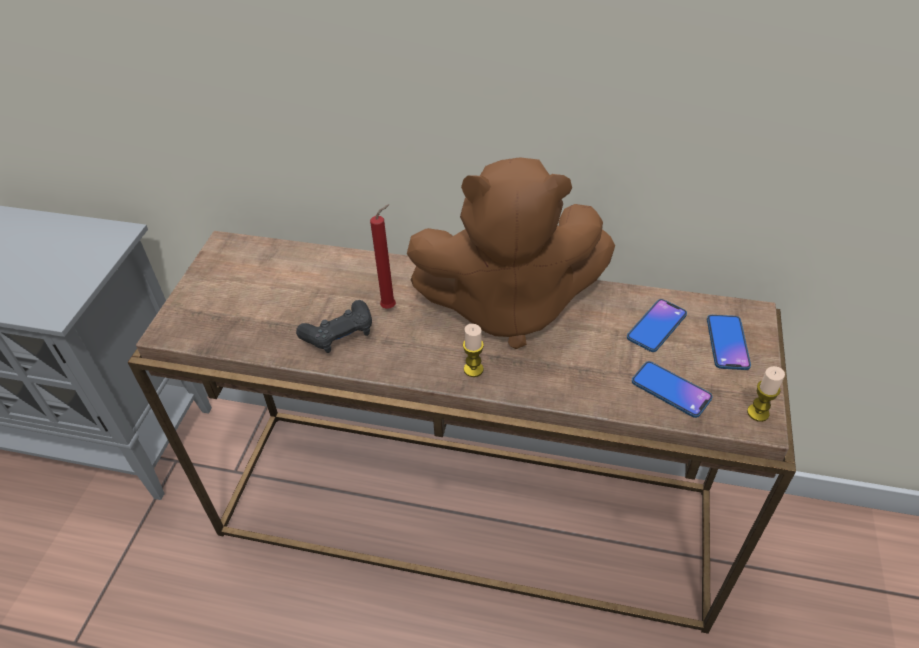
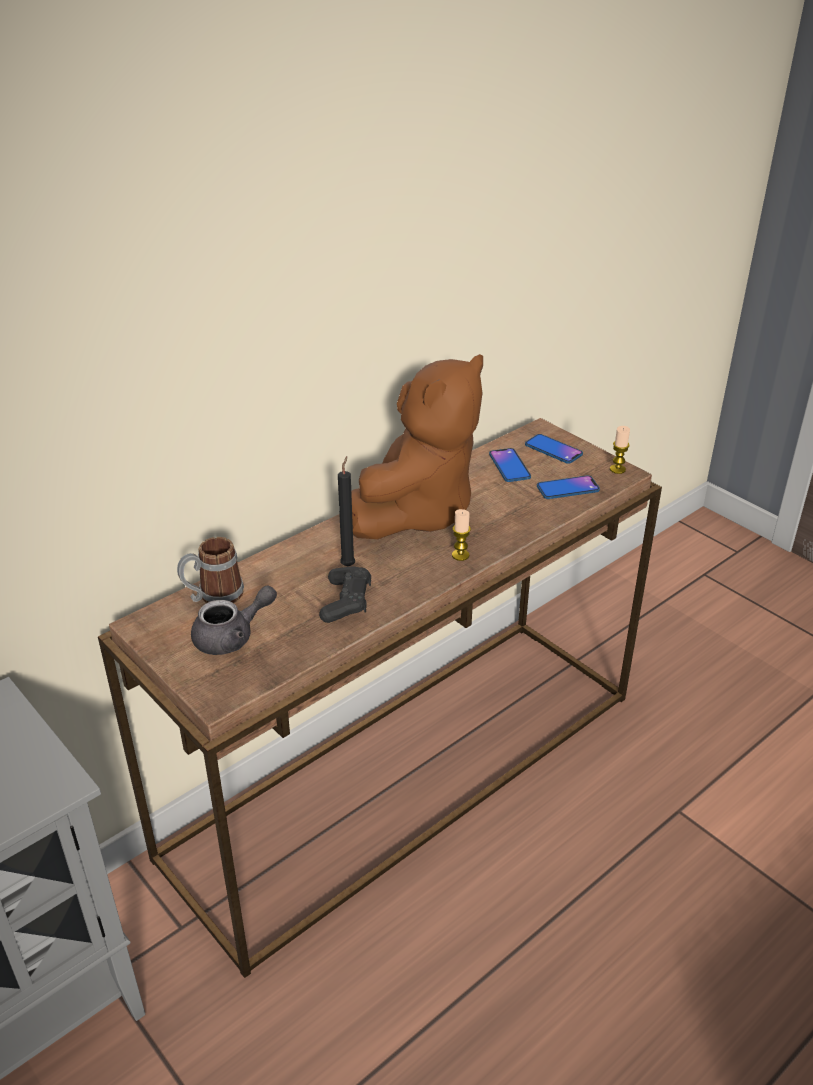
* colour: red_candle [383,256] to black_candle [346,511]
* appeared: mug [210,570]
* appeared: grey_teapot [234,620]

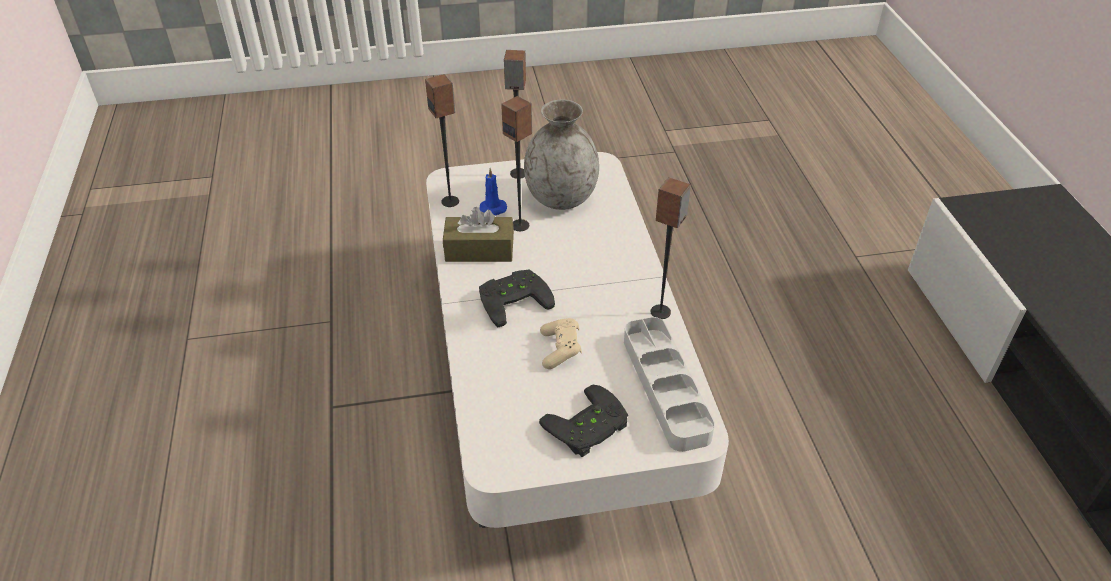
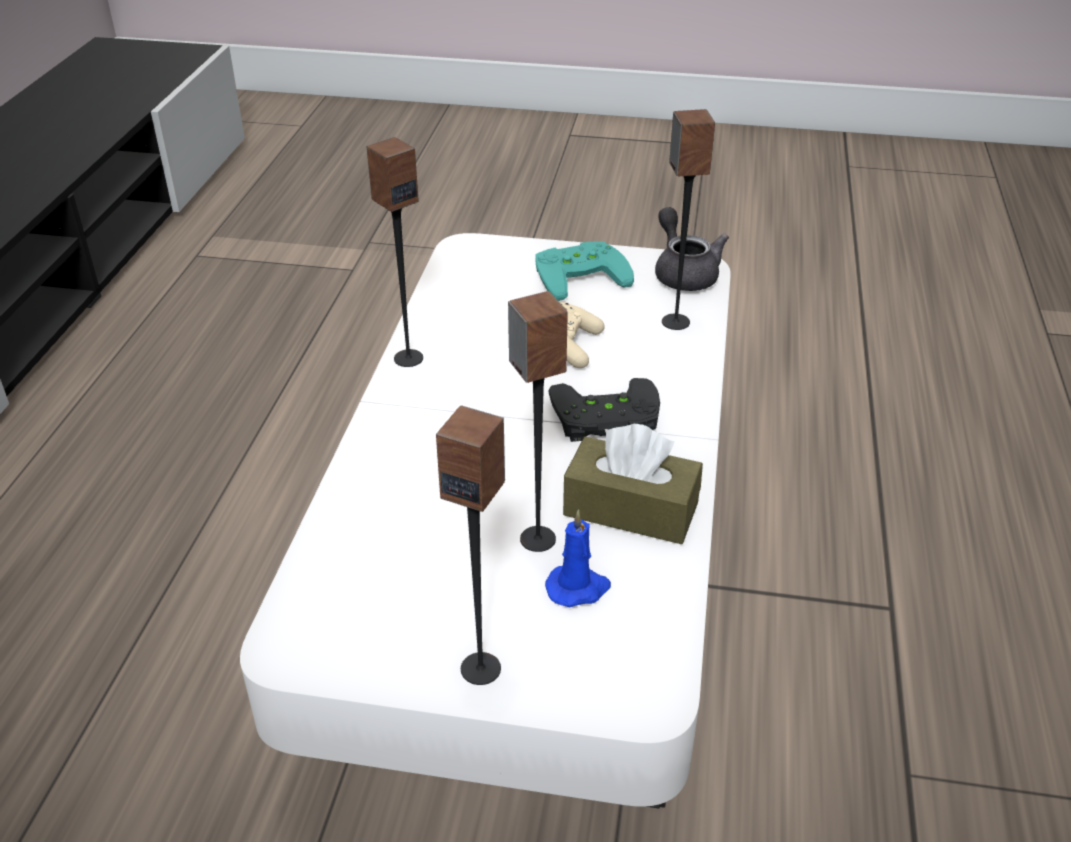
* relocated: speaker [442,140] to [688,219]
* missing: grey_vase [561,155]
* missing: grey_tray [669,384]
* colour: black_game_controller [583,421] to turquoise_game_controller [584,271]
* appeared: grey_teapot [692,249]

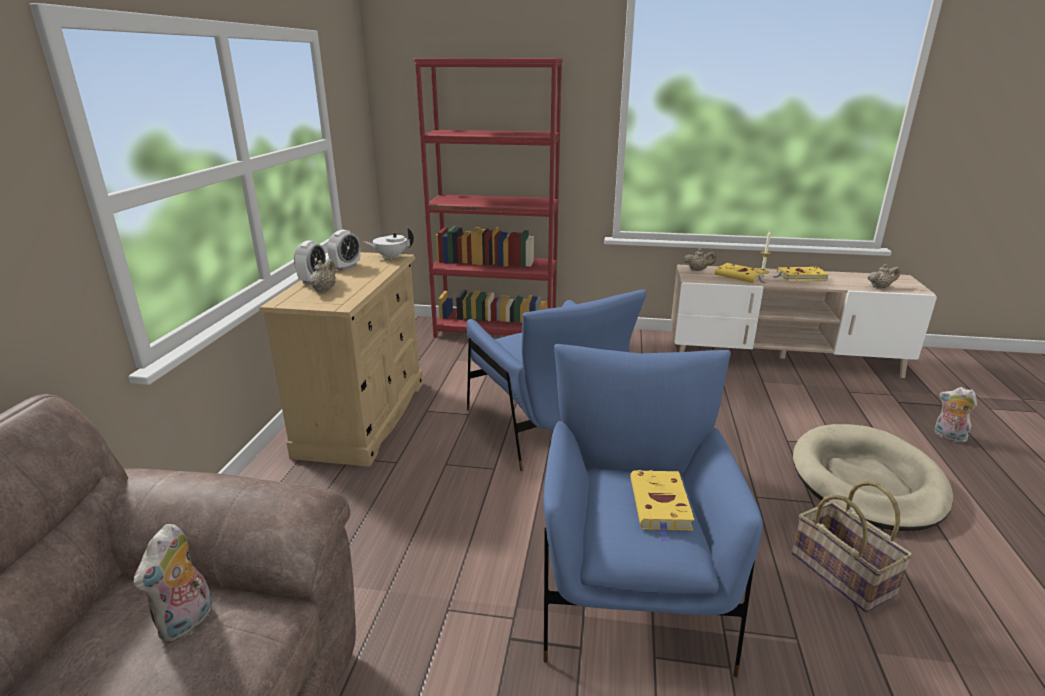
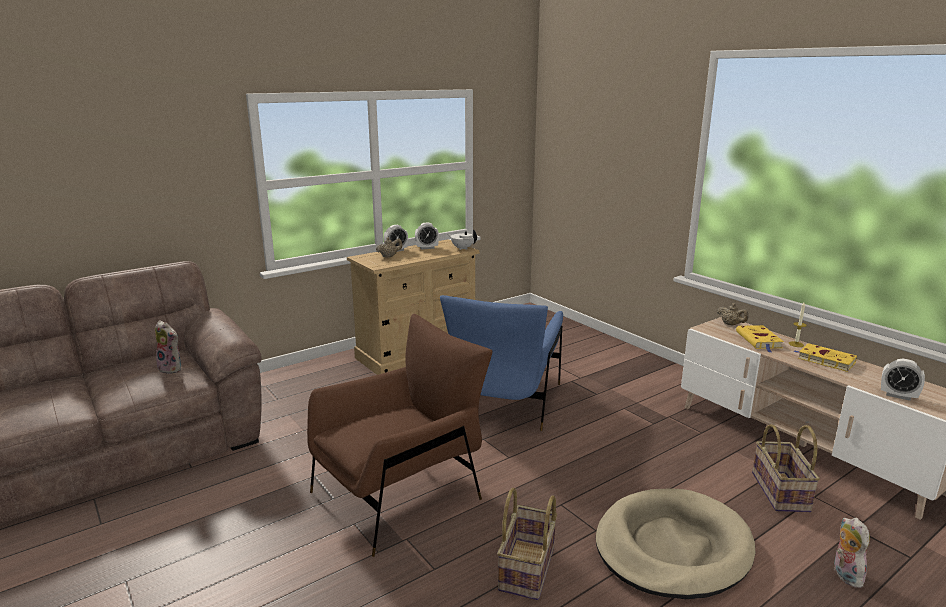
* missing: red_bookcase [488,198]
* exchanged: beige_teapot [884,276] to alarm_clock [903,380]
* colour: blue_armchair [653,511] to brown_armchair [399,435]
* missing: yellow_book [662,506]
* spun: plush_toy [173,583] = [168,347] 120 degrees counterclockwise
* appeared: basket [786,468]

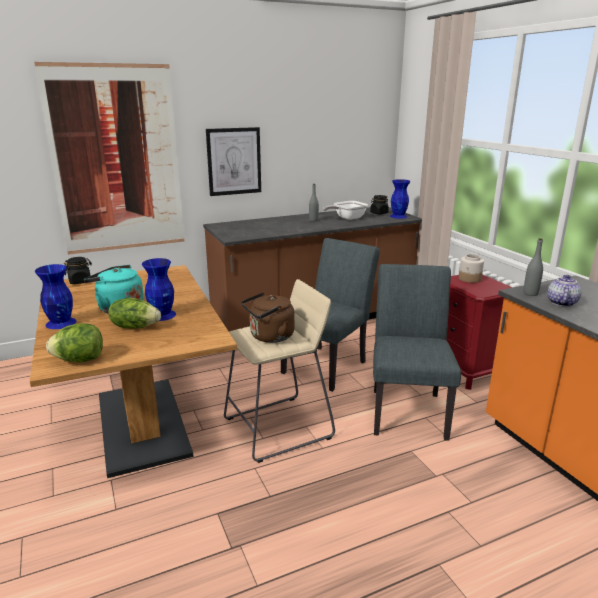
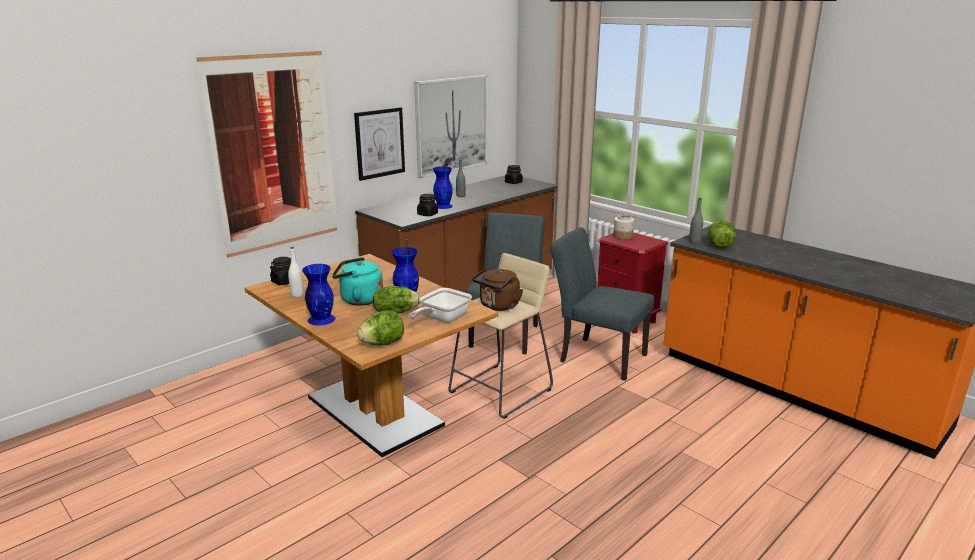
* relocated: blue_vase [400,199] to [443,187]
* relocated: frying_pan [345,210] to [441,305]
* spun: grey_chair [417,352] = [602,304] 45 degrees counterclockwise
* exchanged: teapot [564,291] to lettuce [722,234]
* appeared: picture [450,126]
* appeared: black_jar [427,205]
* appeared: white_bottle [296,272]

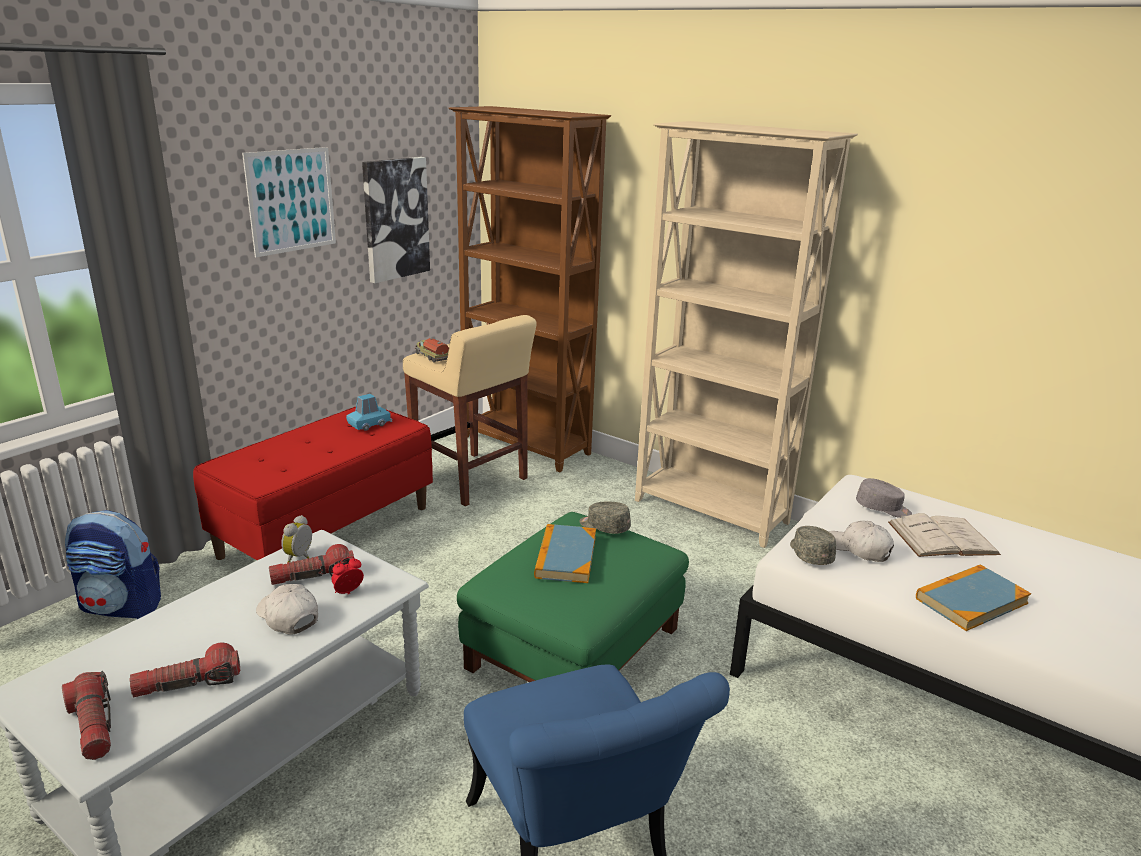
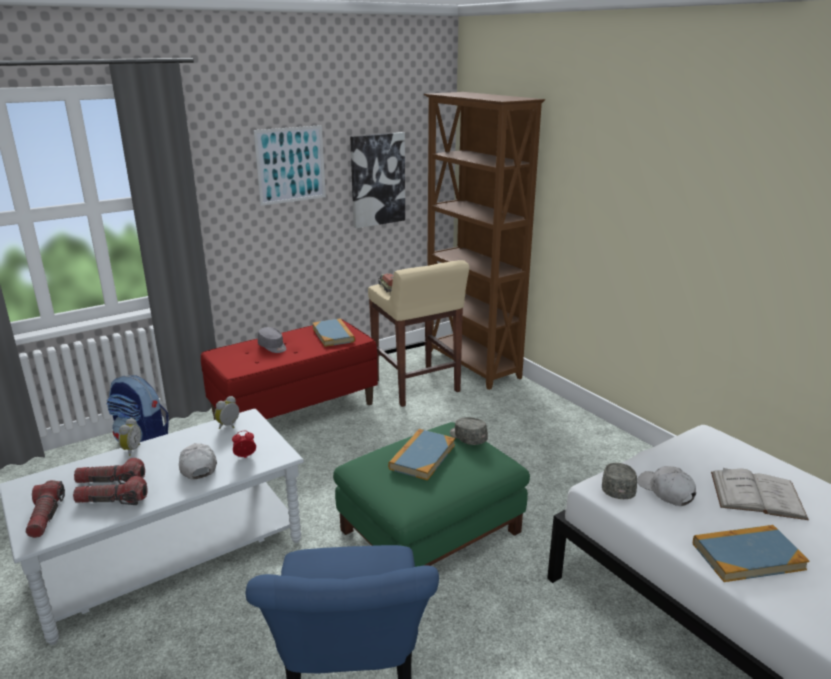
* missing: beige_bookcase [746,334]
* exchanged: blue_toy_car [369,412] to book [333,333]
* relocated: grey_cap [884,498] to [272,340]
* relocated: flashlight [311,564] to [109,471]
* appeared: alarm_clock [129,437]

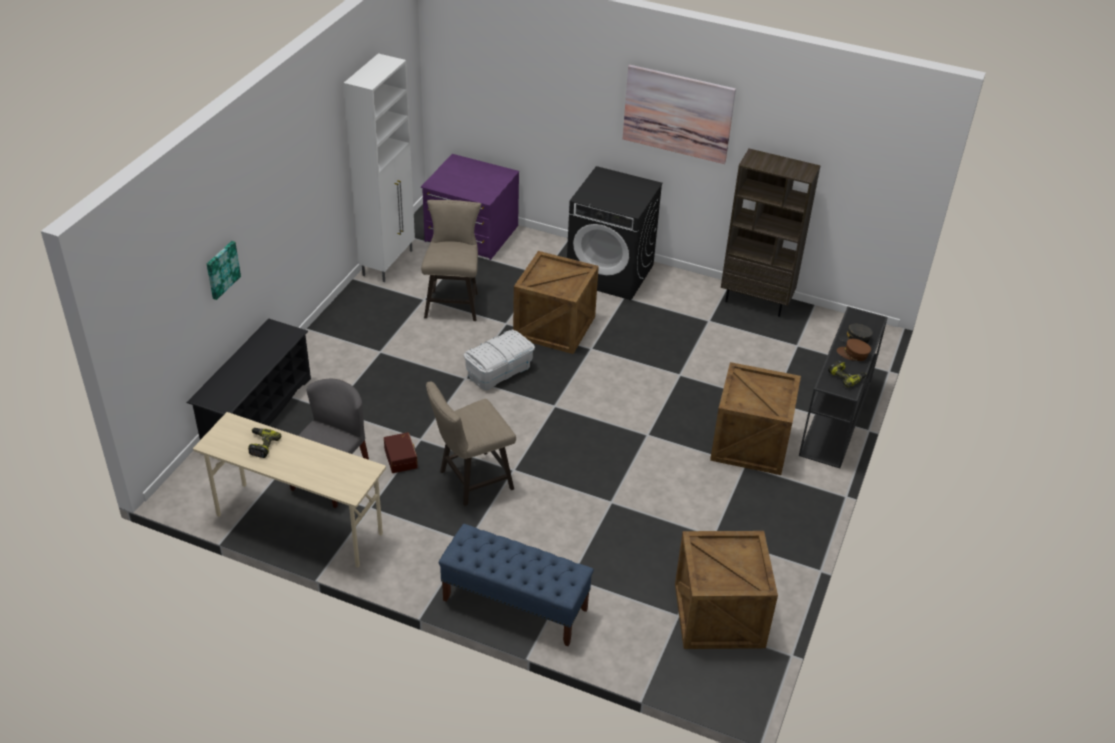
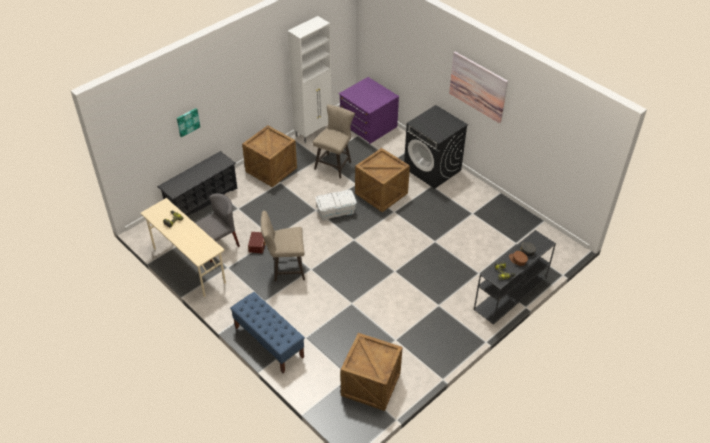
* missing: brown_bookcase [771,233]
* relocated: crate [755,418] to [269,156]

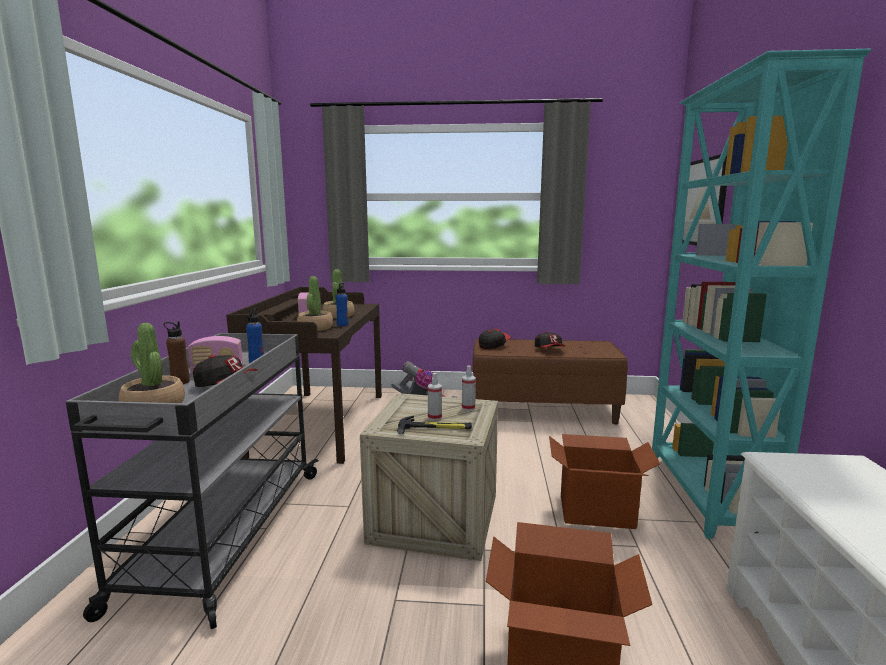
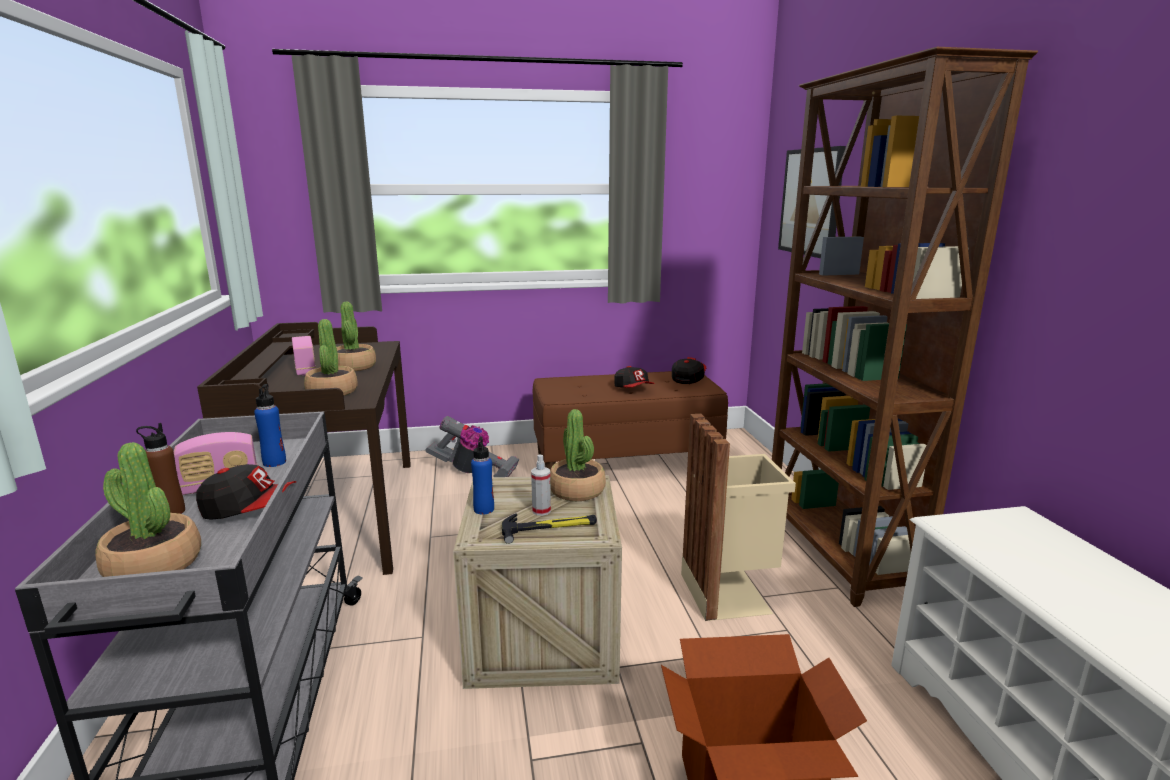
* colour: turquoise_bookcase [761,294] to brown_bookcase [905,327]
* relocated: blue_bottle [342,304] to [482,476]
* relocated: cap [495,338] to [689,370]
* exchanged: spray_bottle [469,388] to potted_plant [578,455]
* exchanged: cardboard_box [604,481] to beige_trash_can [738,517]

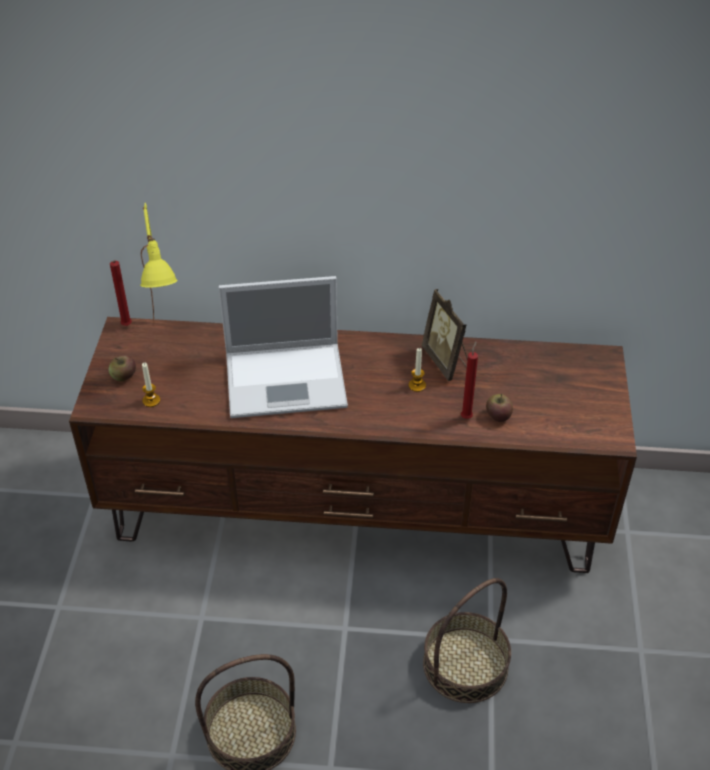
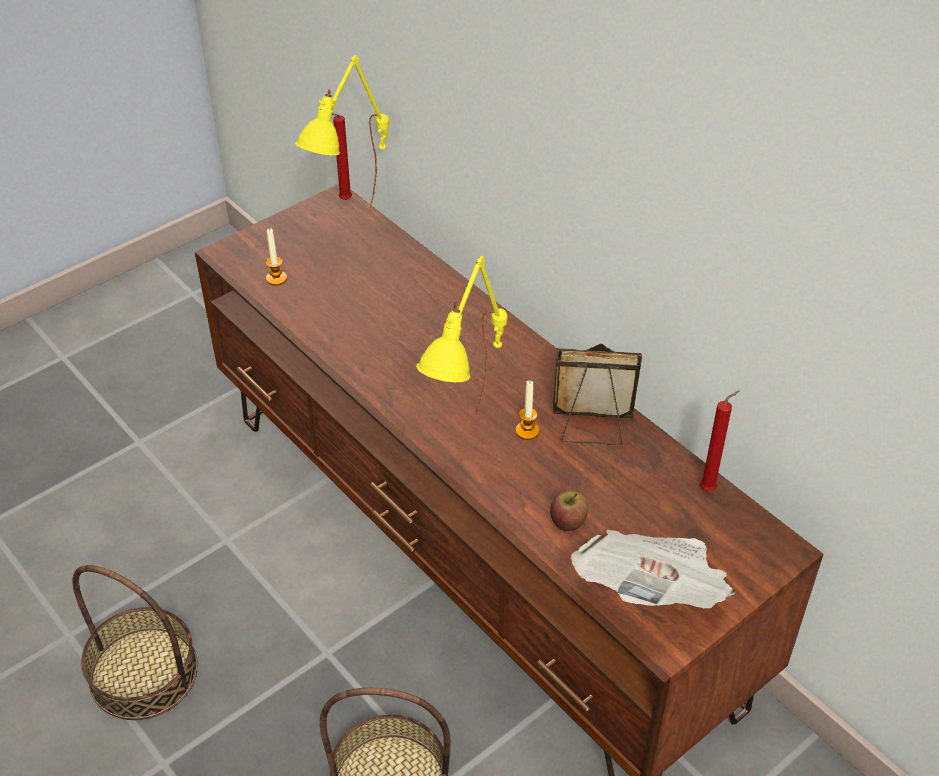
* missing: laptop [283,347]
* spun: picture_frame [445,335] = [597,394] 75 degrees clockwise
* relocated: red_candle [469,380] to [719,441]
* missing: apple [122,368]
* appeared: yellow_table_lamp [461,335]
* appeared: newspaper [653,569]

